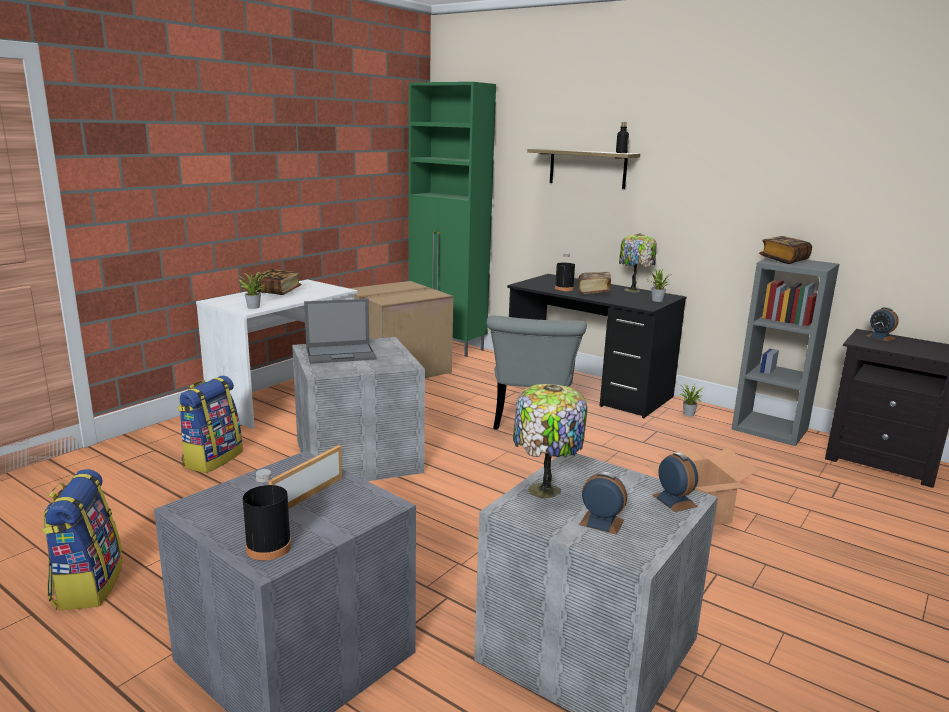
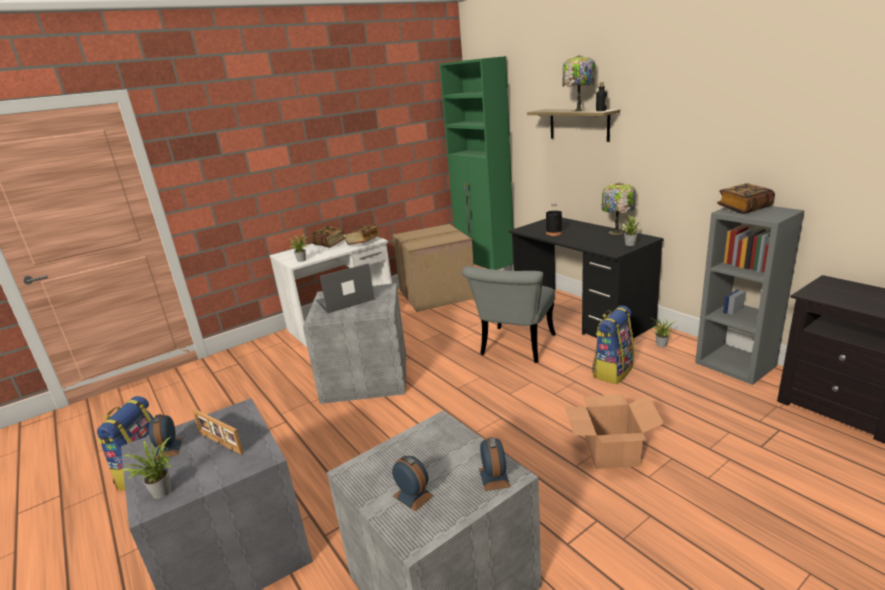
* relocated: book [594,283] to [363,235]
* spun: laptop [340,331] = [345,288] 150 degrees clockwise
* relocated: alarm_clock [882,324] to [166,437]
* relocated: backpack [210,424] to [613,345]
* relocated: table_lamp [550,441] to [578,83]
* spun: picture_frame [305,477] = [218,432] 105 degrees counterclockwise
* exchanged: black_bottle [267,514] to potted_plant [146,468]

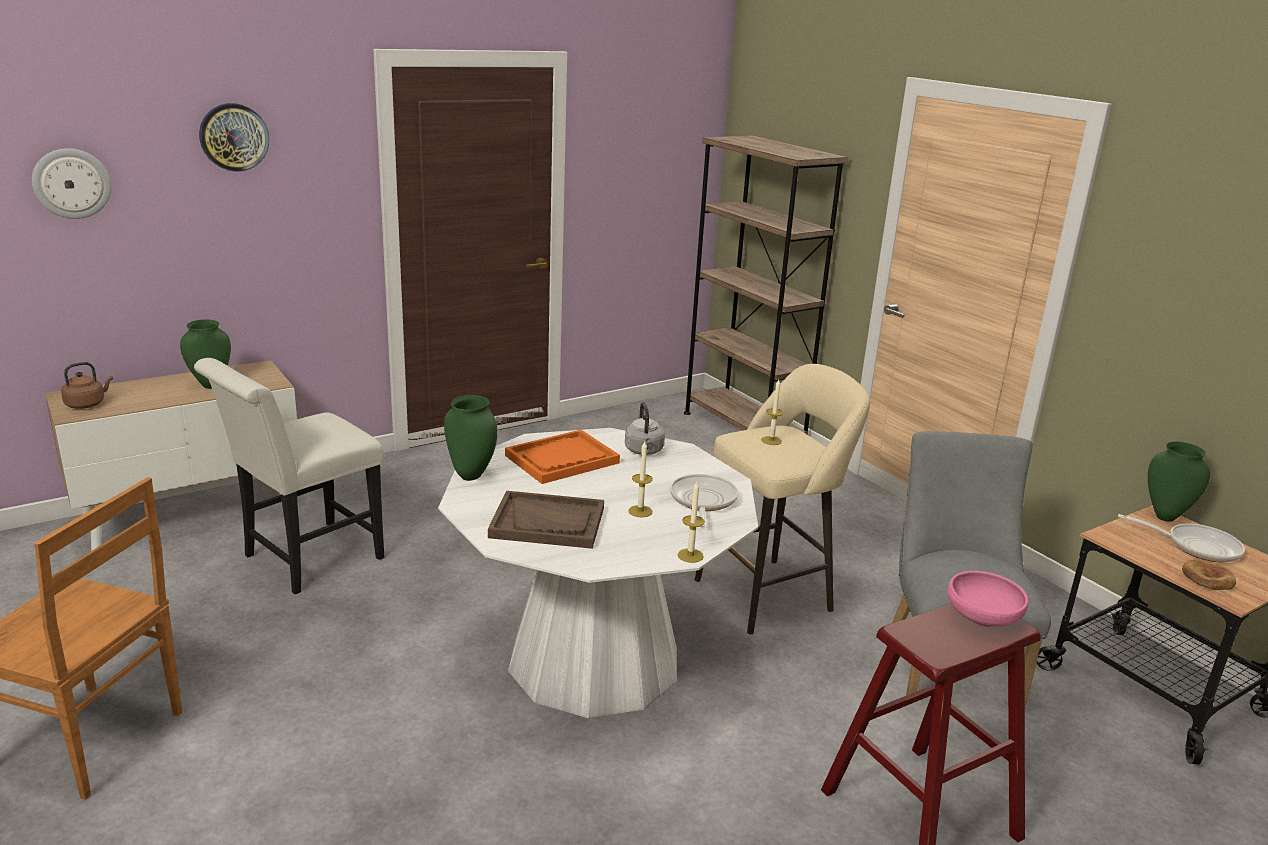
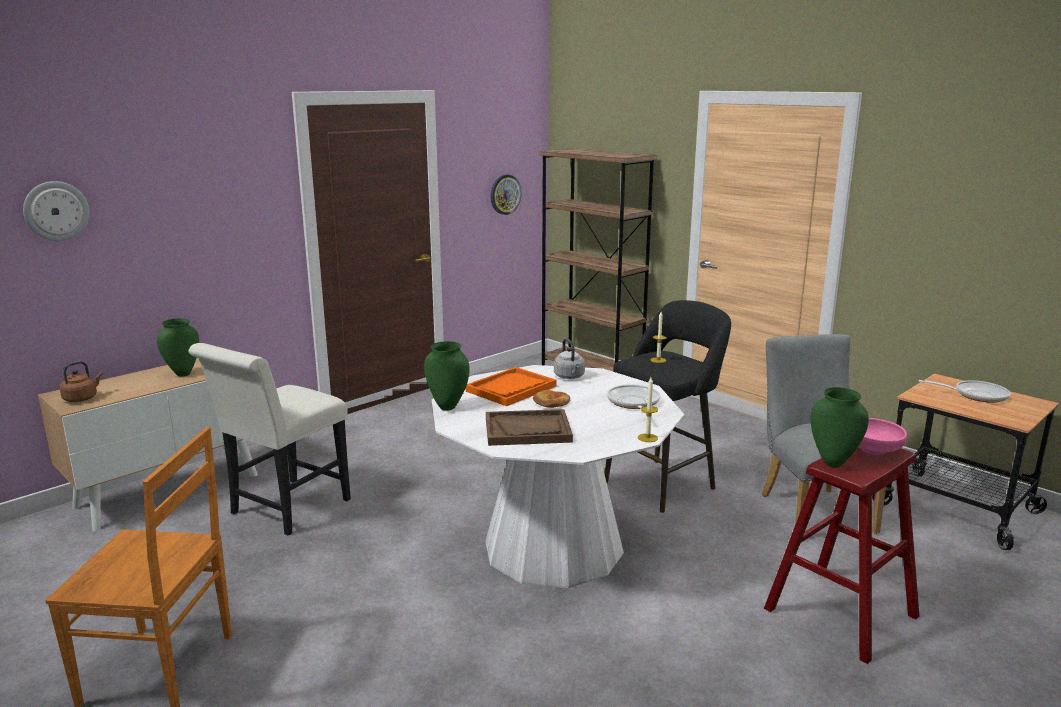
* relocated: wall_clock [234,137] to [506,194]
* colour: beige_stool [782,499] to black_stool [668,406]
* missing: candle [640,479]
* relocated: green_vase [1179,482] to [839,427]
* relocated: bread [1209,574] to [551,399]

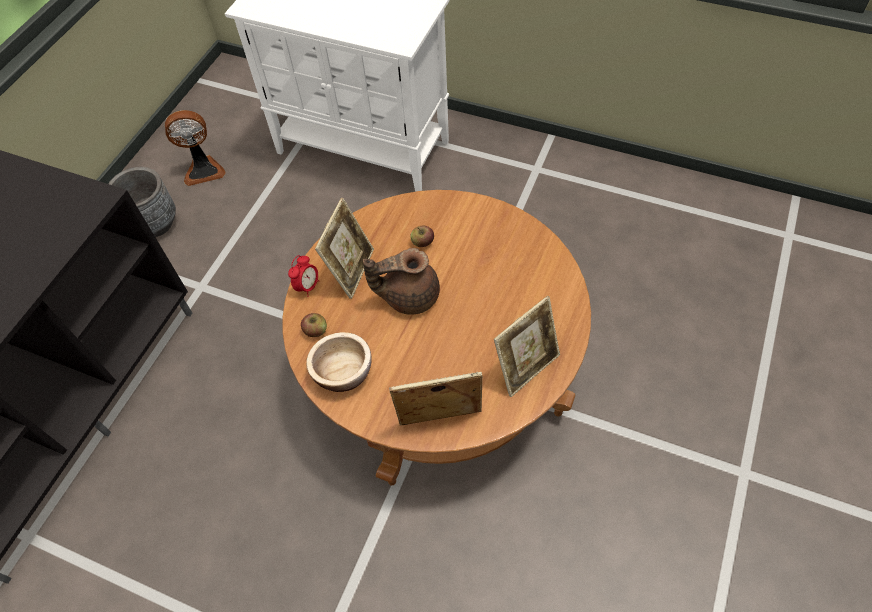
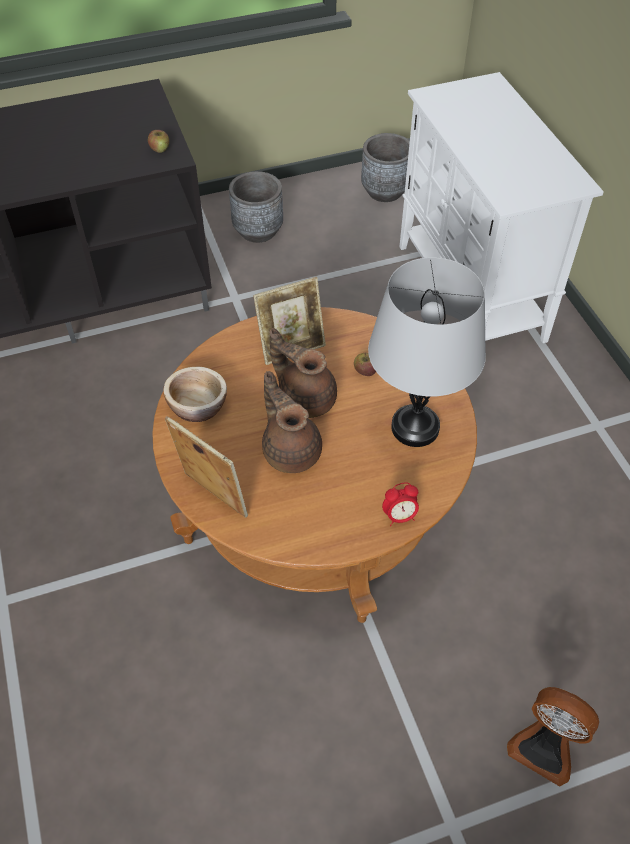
* relocated: fan [195,148] to [553,737]
* relocated: alarm_clock [303,276] to [400,504]
* missing: picture_frame [527,346]
* relocated: apple [314,325] to [158,141]
* appeared: grey_planter [385,167]
* appeared: grey_table_lamp [427,352]
* appeared: brown_teapot [292,422]

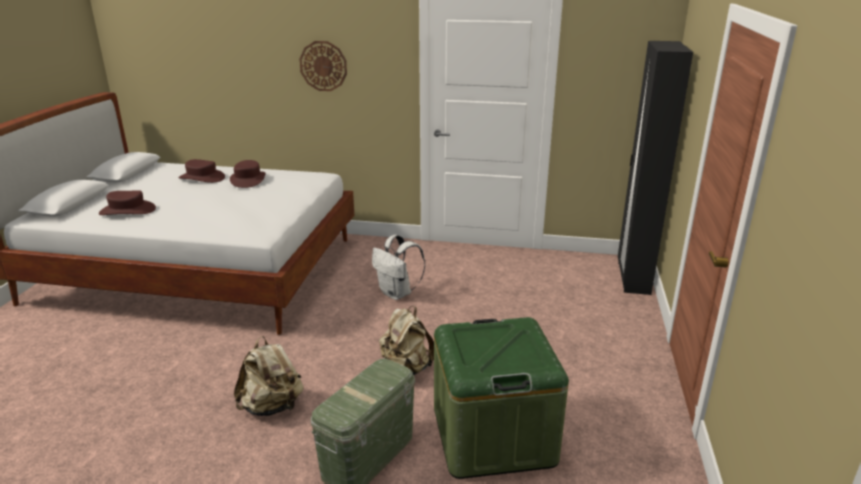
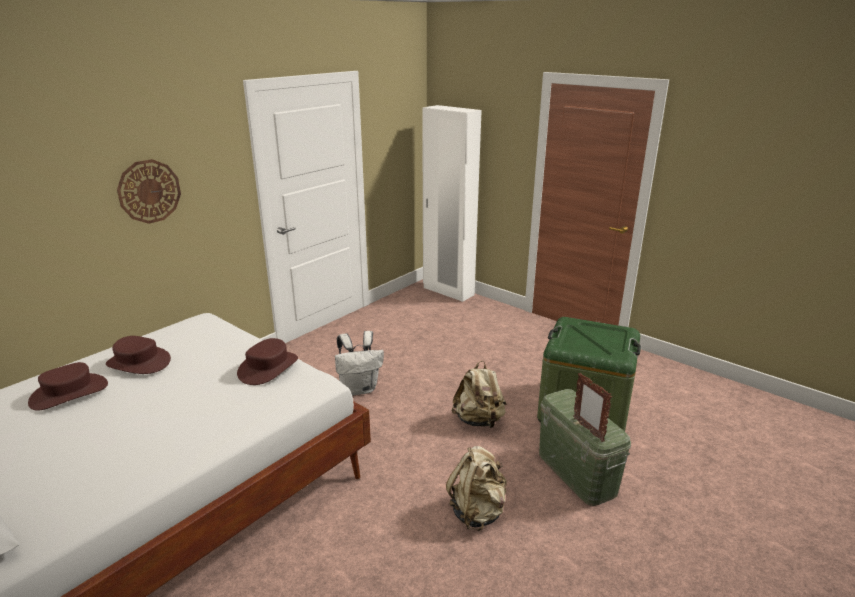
* colour: black_wardrobe [655,168] to white_wardrobe [452,203]
* relocated: brown_hat [127,202] to [267,361]
* appeared: picture_frame [592,407]

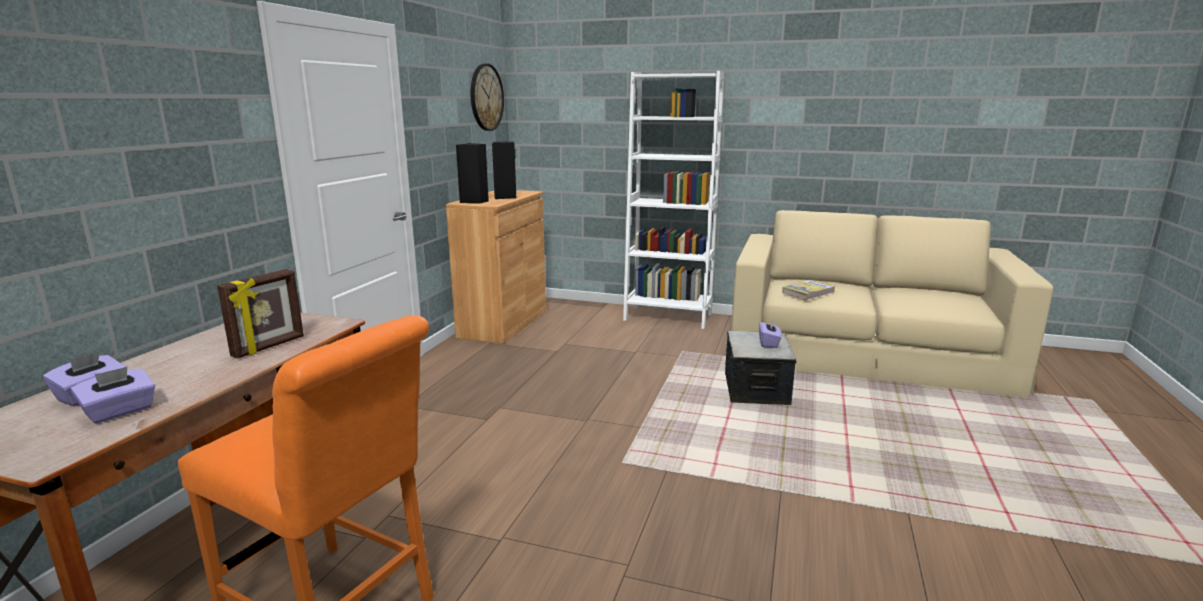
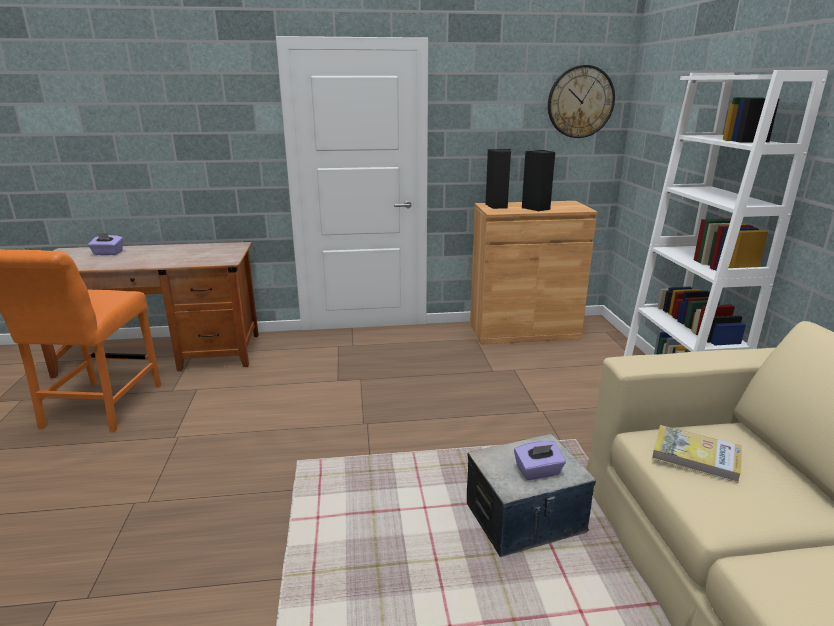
* missing: picture_frame [260,313]
* missing: purple_tissue_box [113,395]

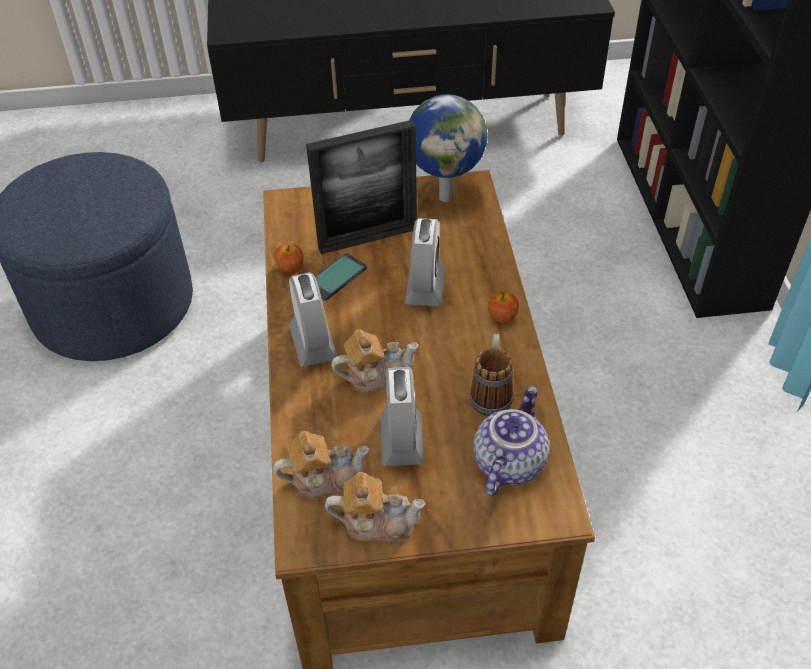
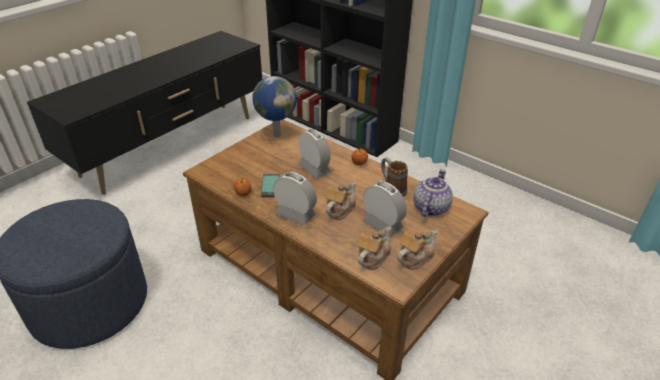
* missing: picture_frame [361,187]
* spun: teapot [511,441] = [433,193] 45 degrees clockwise

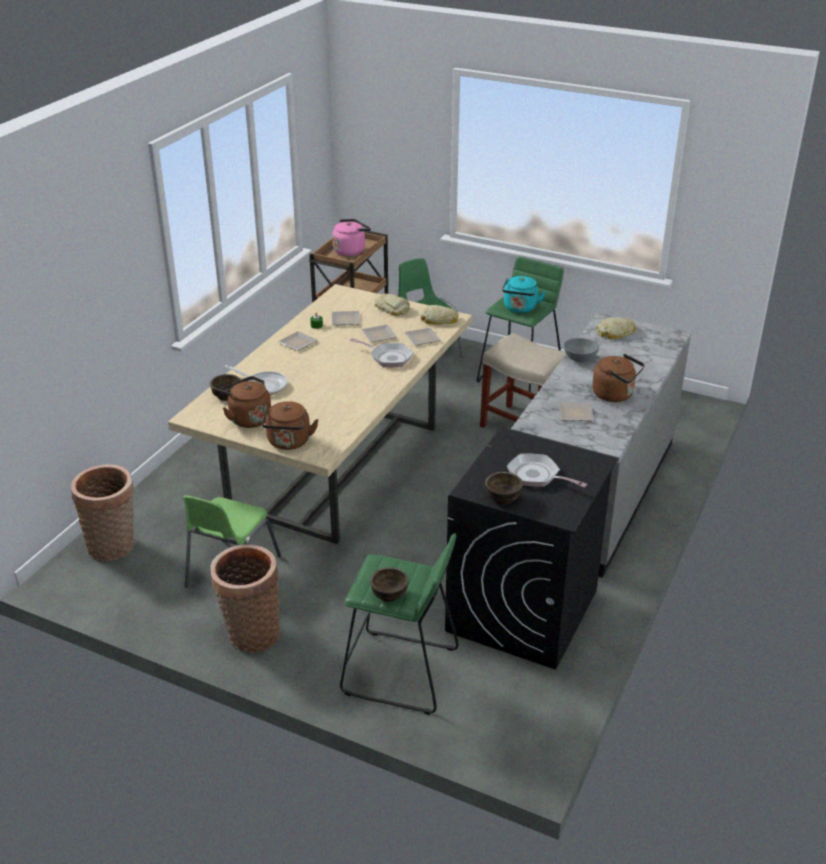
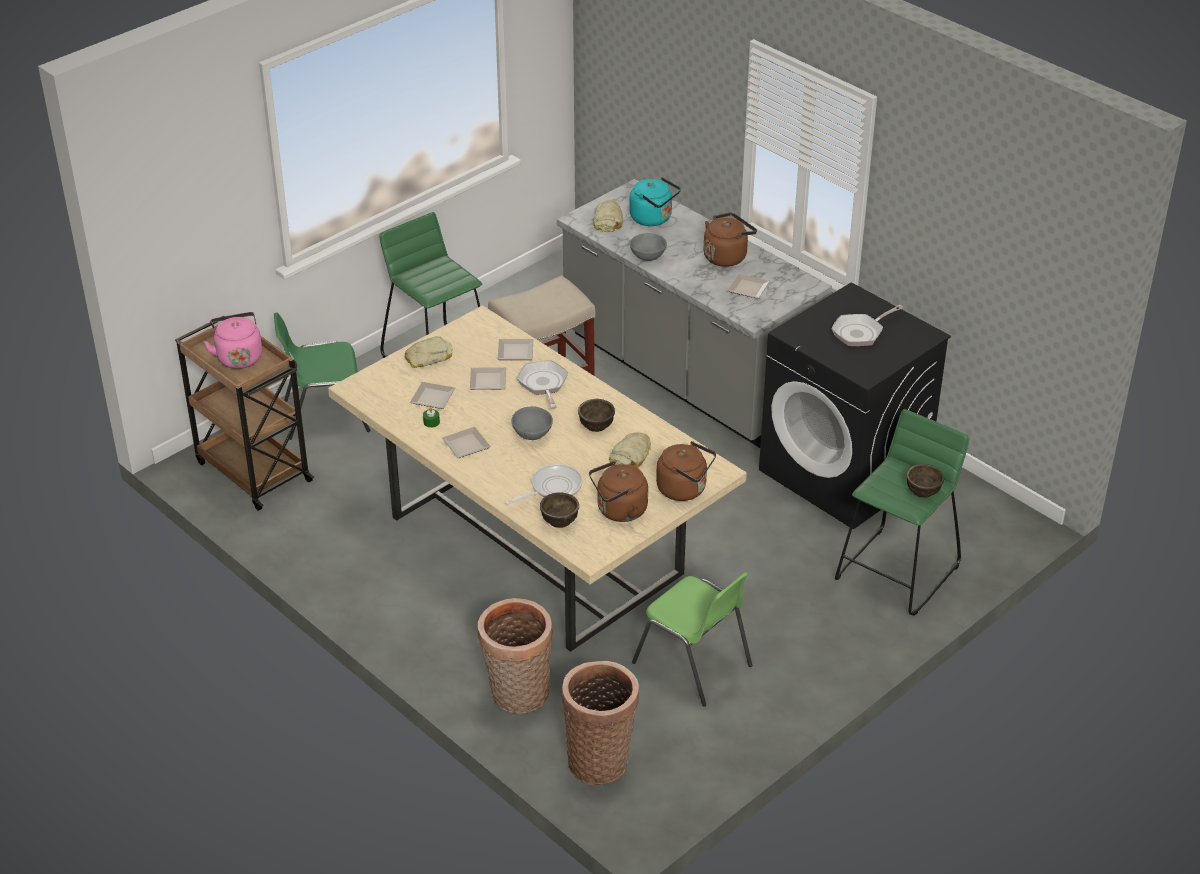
* relocated: turquoise_kettle [524,294] to [655,201]
* relocated: bread [440,315] to [630,450]
* spun: frying_pan [382,352] = [542,384] 60 degrees counterclockwise
* relocated: brown_bowl [504,488] to [596,415]
* relocated: basket [245,598] to [515,656]
* appeared: grey_bowl [532,423]

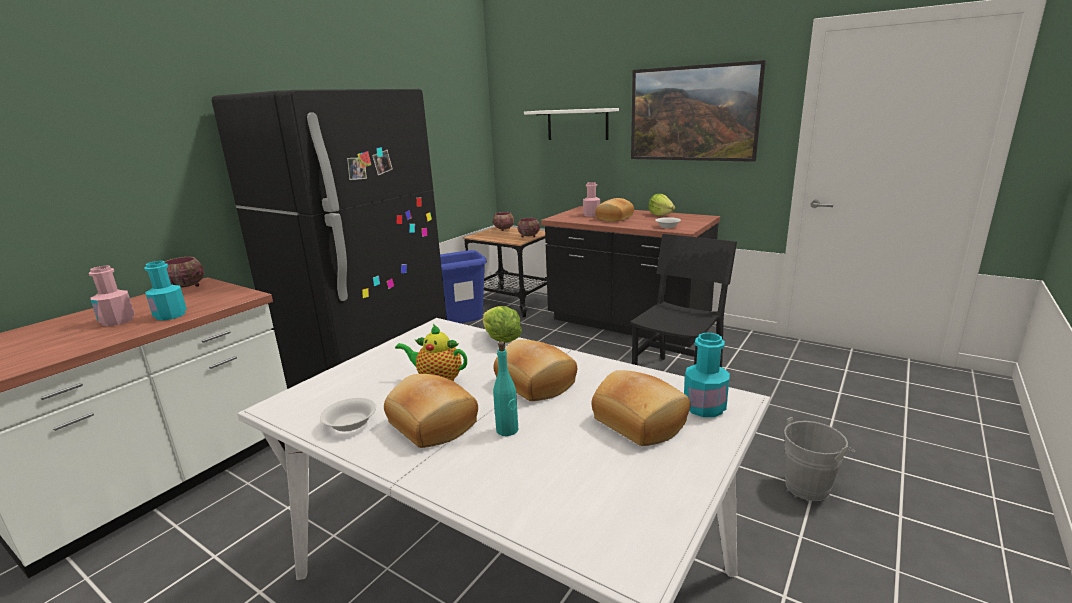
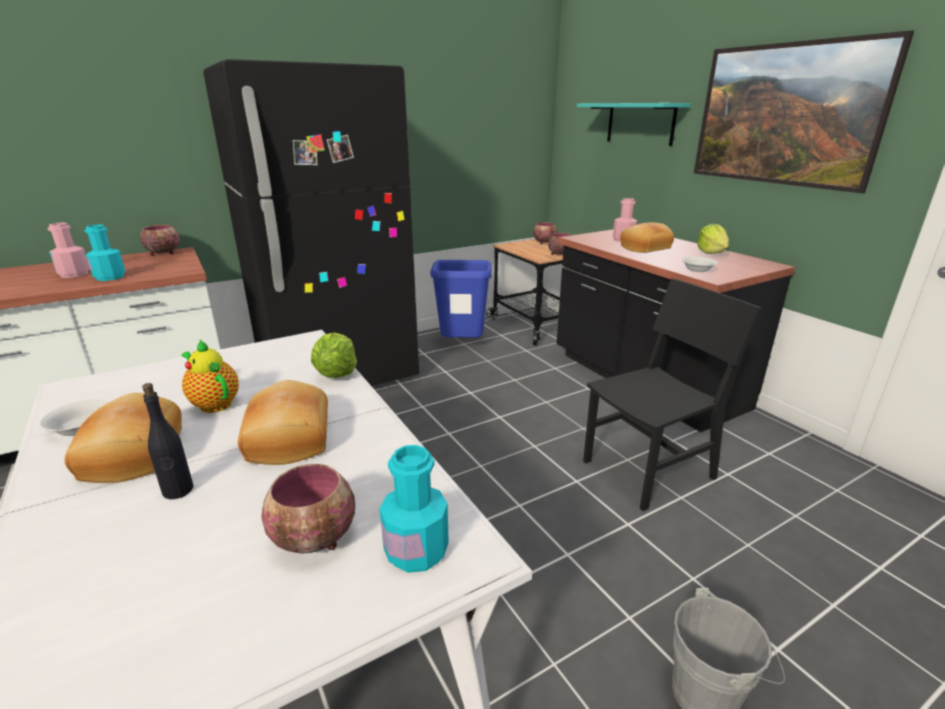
* colour: white_shelf [571,124] to turquoise_shelf [634,124]
* colour: turquoise_bottle [505,388] to black_bottle [167,441]
* exchanged: bread [640,408] to bowl [308,509]

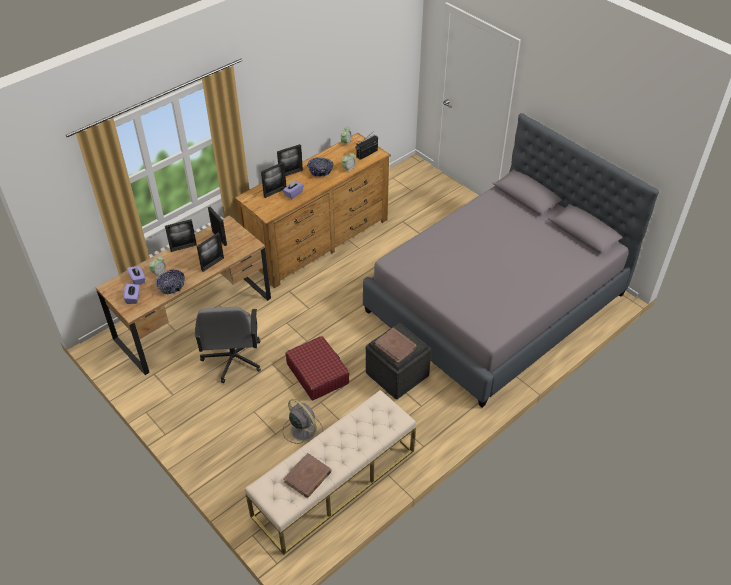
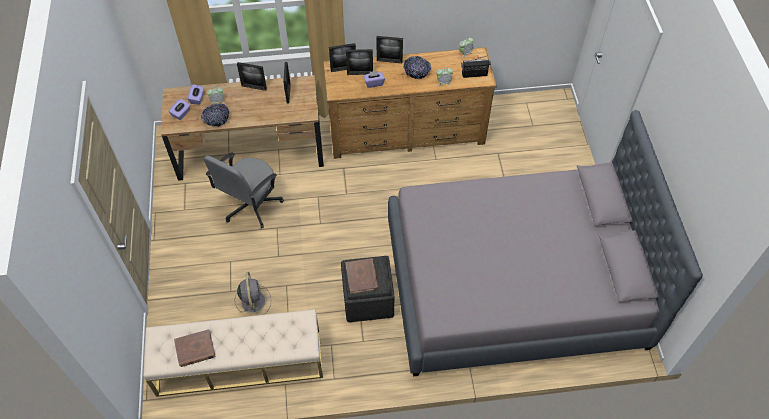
* relocated: picture_frame [210,252] to [342,57]
* missing: red_suitcase [318,368]

